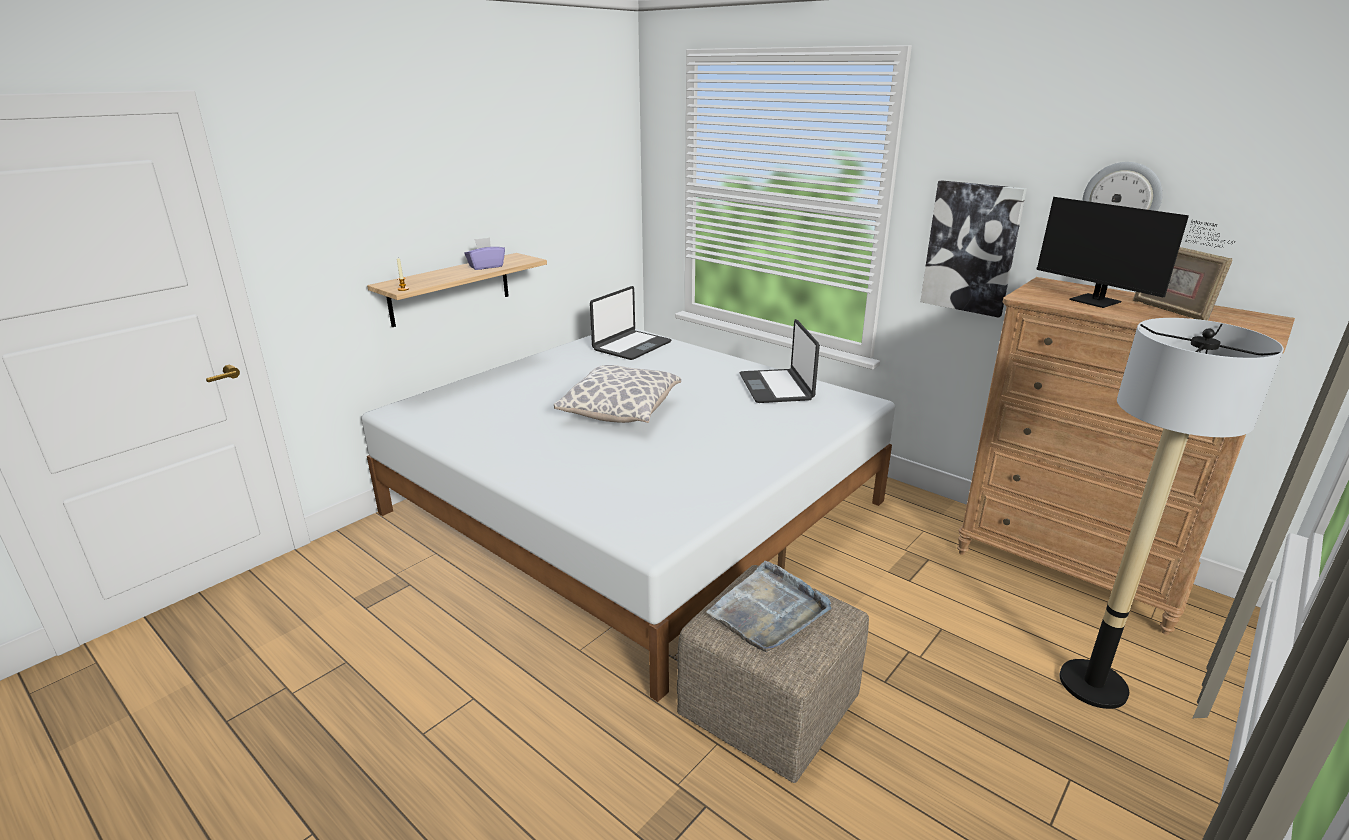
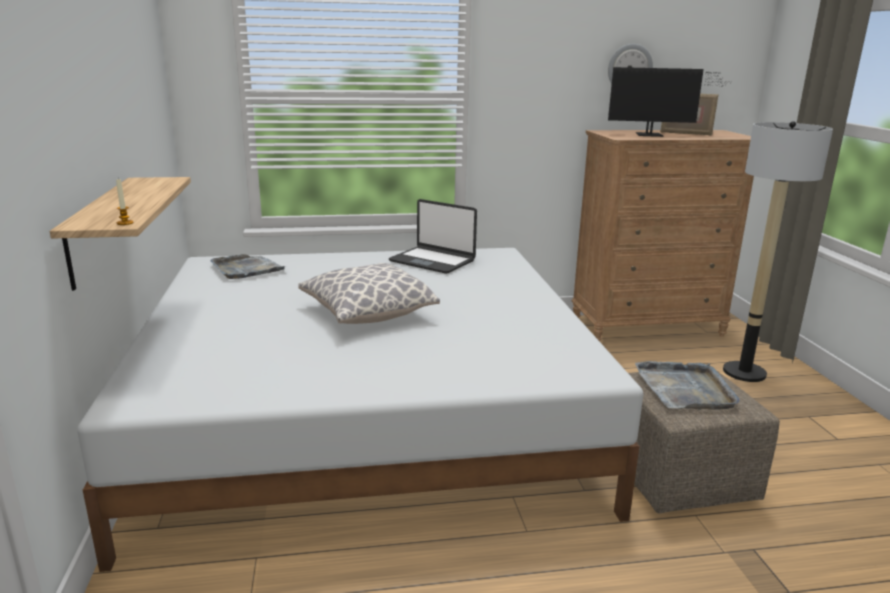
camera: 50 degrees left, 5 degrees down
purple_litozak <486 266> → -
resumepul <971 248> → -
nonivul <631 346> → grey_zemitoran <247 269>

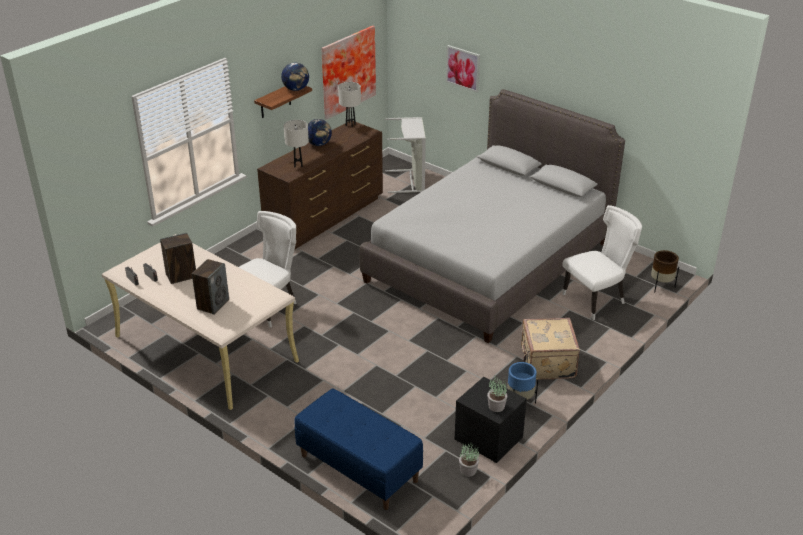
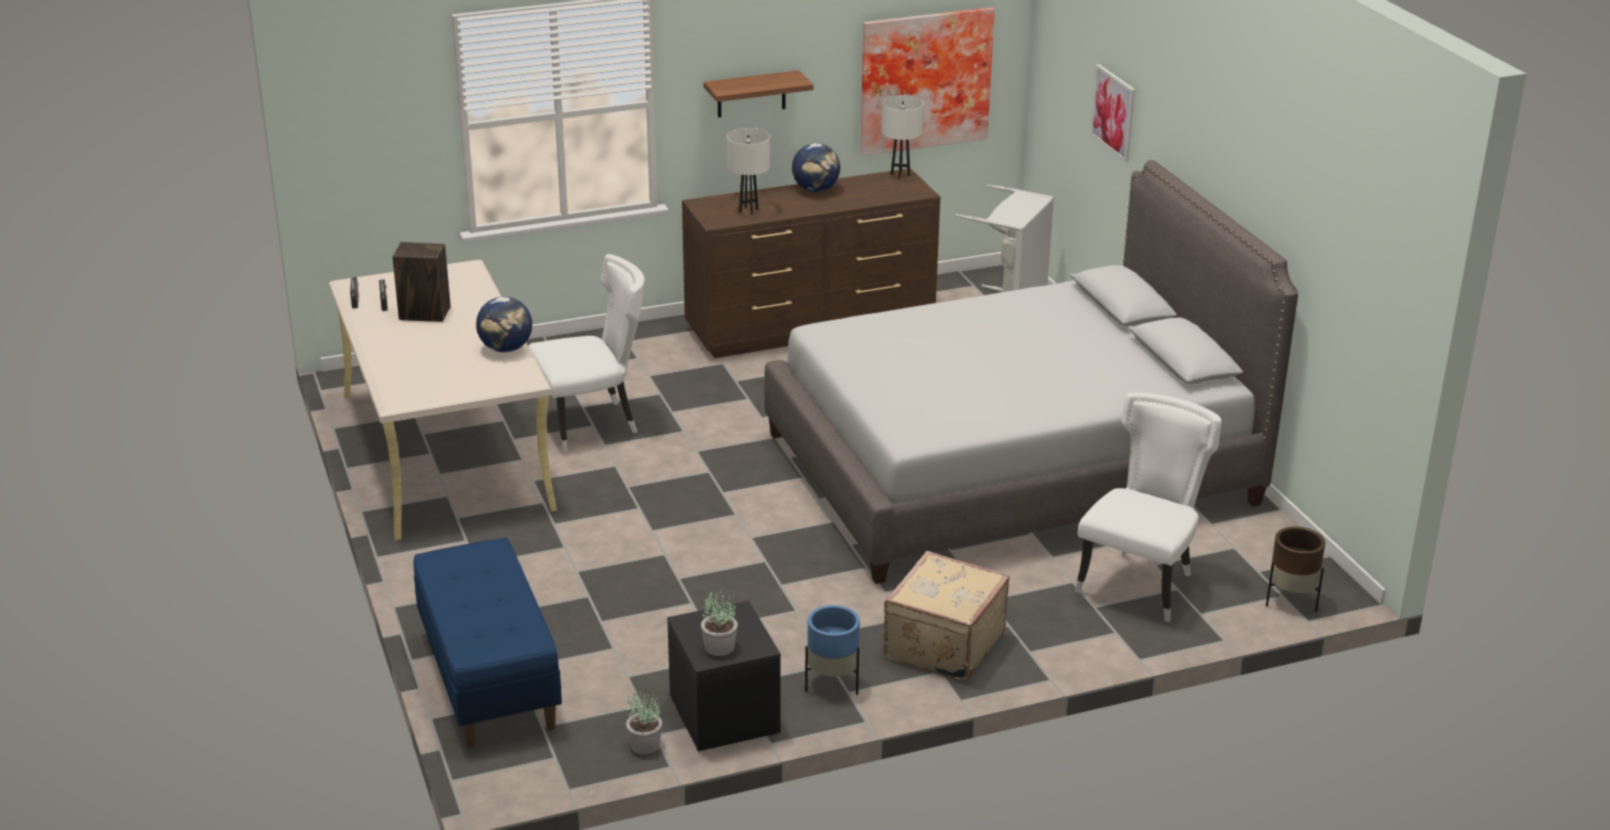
camera: 30 degrees right, 5 degrees down
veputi <213 304> → -
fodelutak <296 89> → fodelutak <506 349>, moved
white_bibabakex <596 300> → white_bibabakex <1141 583>, 60 degrees counterclockwise

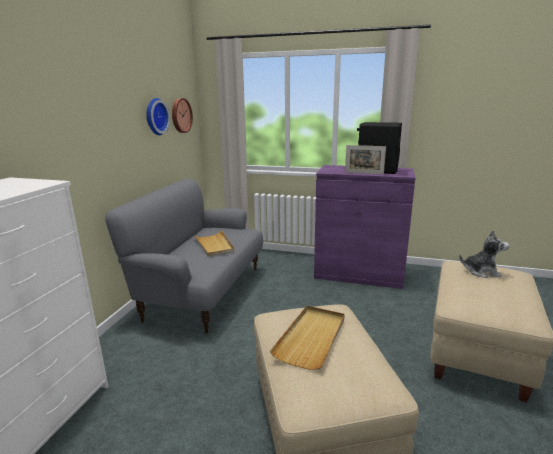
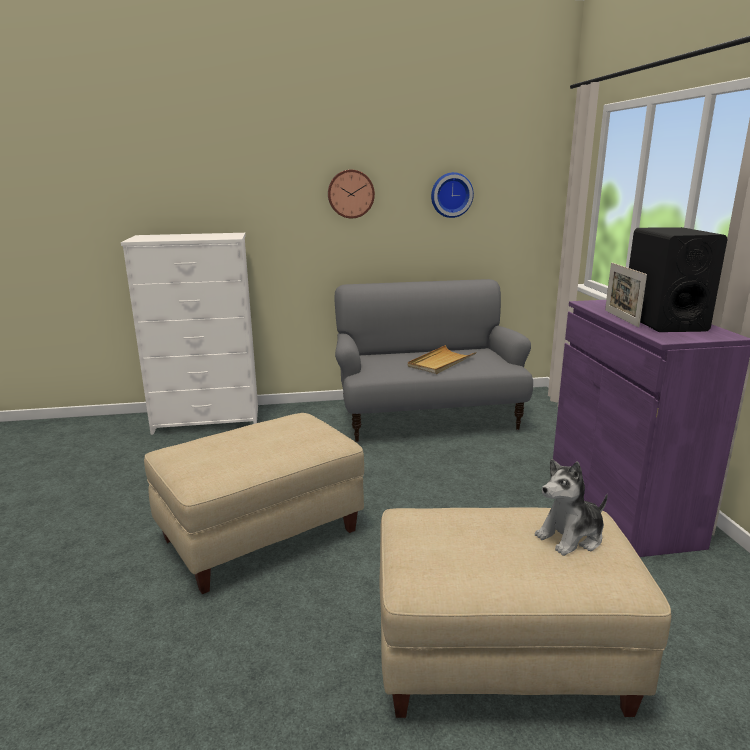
camera: 65 degrees right, 0 degrees up
beige_zemitoran <311 338> → -
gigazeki <180 115> → gigazeki <350 194>, moved
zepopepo <481 271> → zepopepo <571 537>, 75 degrees clockwise

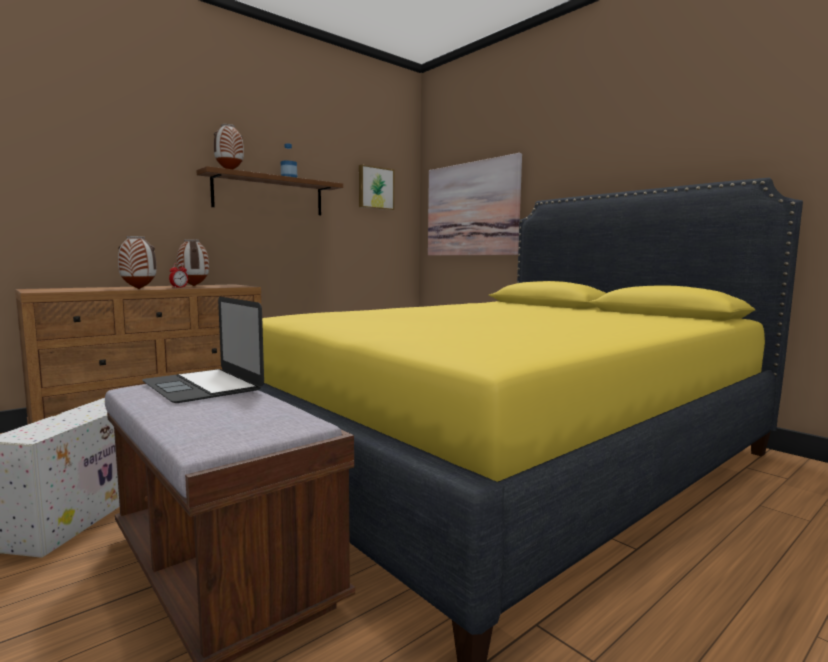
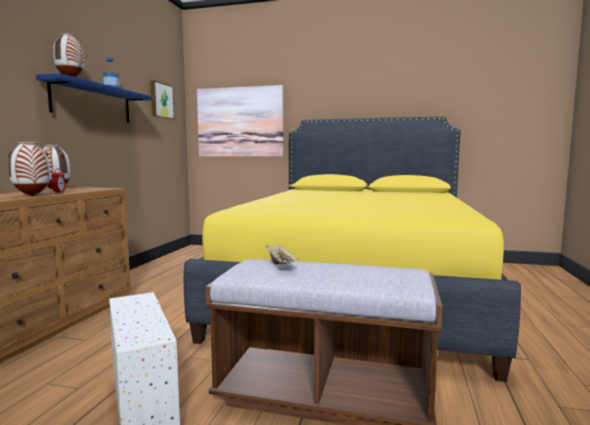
camera: 35 degrees left, 0 degrees up
nonivul <203 385> → beige_zemitoran <281 265>
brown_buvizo <269 195> → blue_buvizo <93 102>

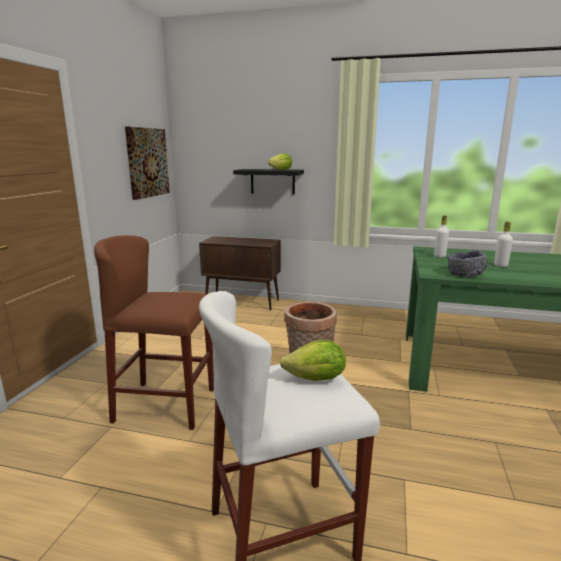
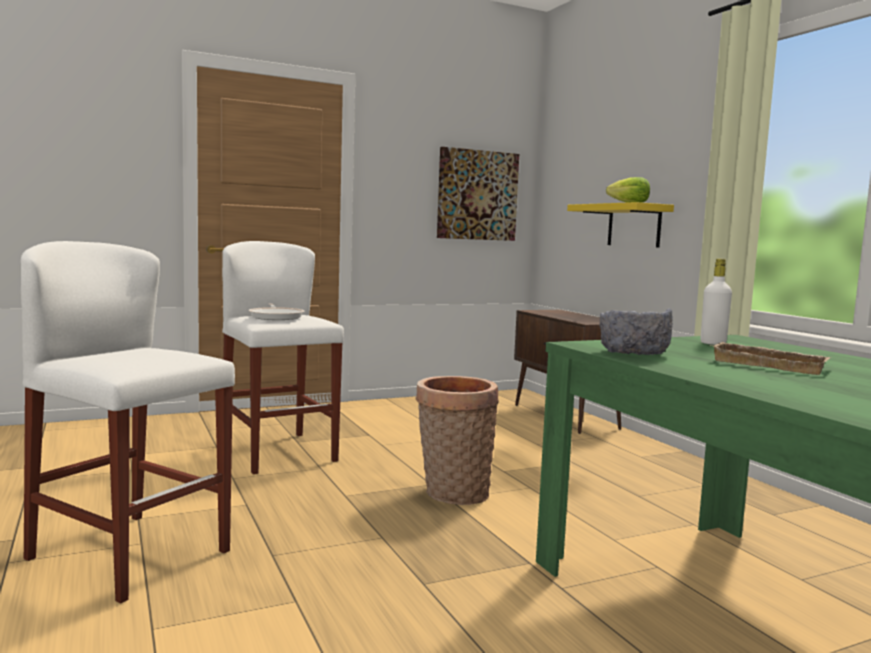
camera: 50 degrees right, 10 degrees down
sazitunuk <316 379> → -
- → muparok <276 316>
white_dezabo <500 265> → beige_zemitoran <770 365>
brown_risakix <165 405> → white_risakix <278 452>
black_buvizo <272 181> → yellow_buvizo <634 226>

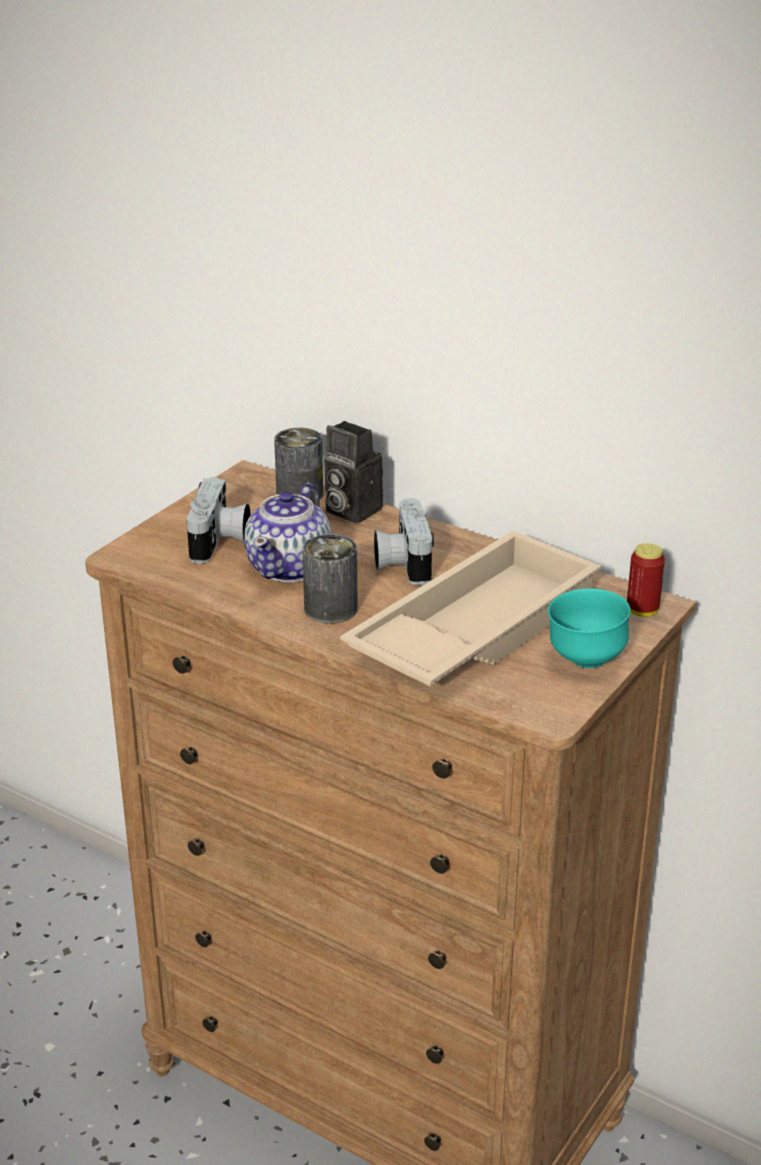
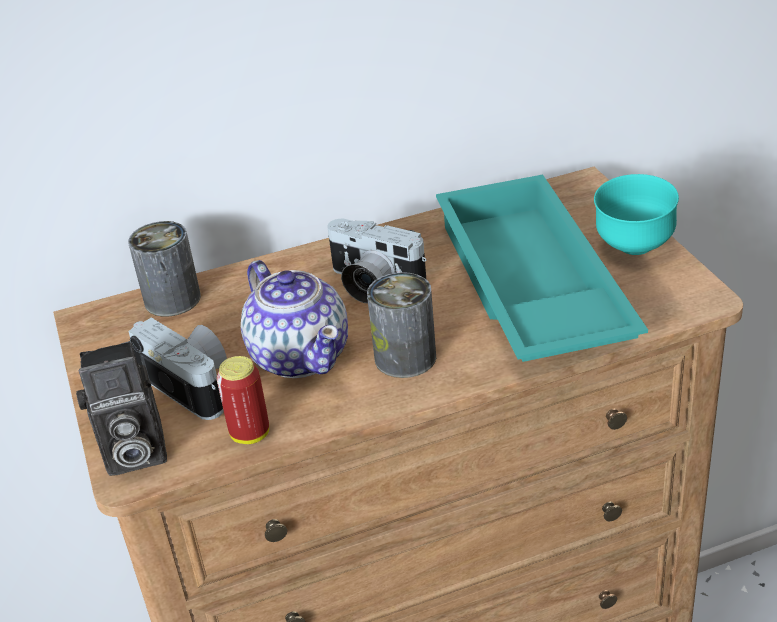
camera: 50 degrees left, 5 degrees up
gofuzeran <349 510> → gofuzeran <132 455>, moved
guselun <642 611> → guselun <250 434>, moved
beige_zemitoran <472 629> → turquoise_zemitoran <526 287>

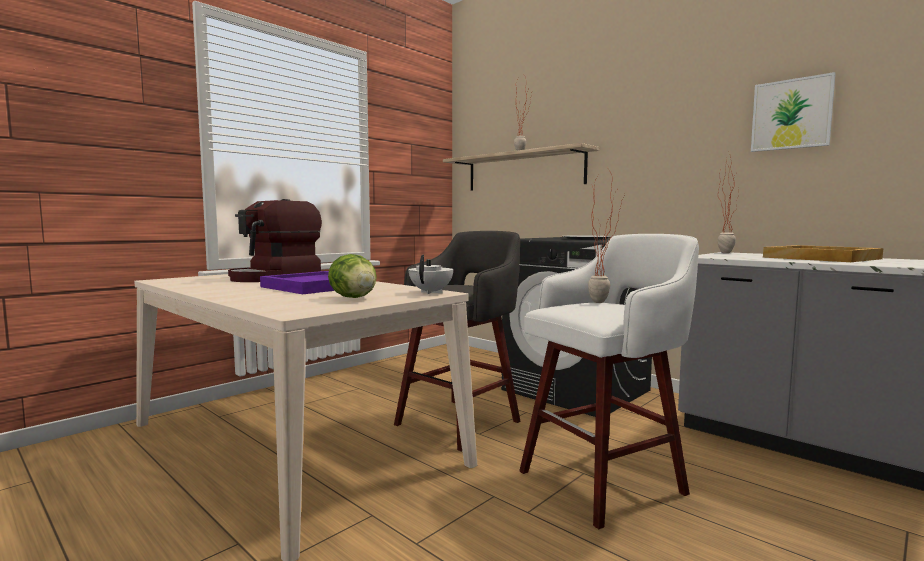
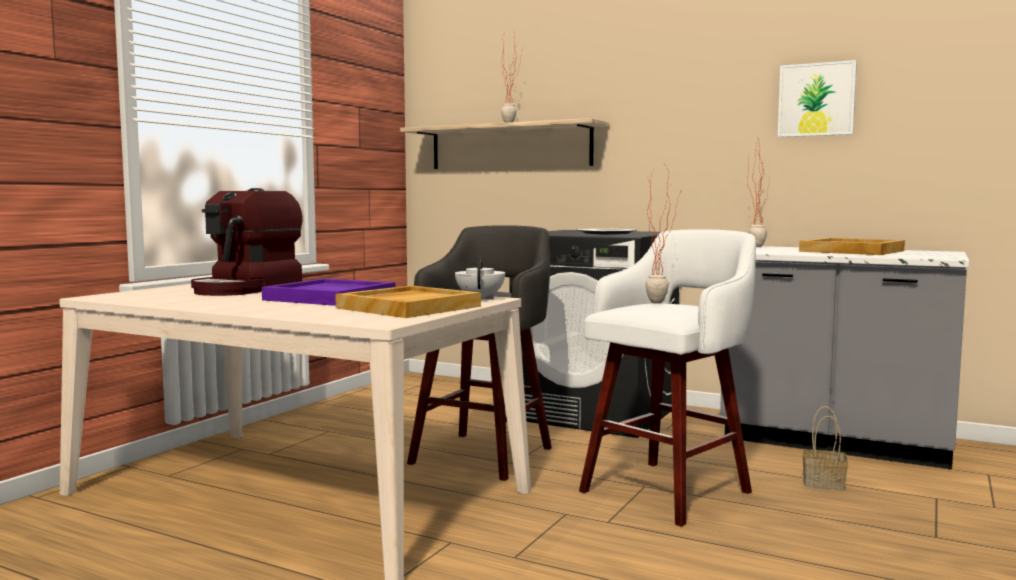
camera: 15 degrees left, 0 degrees up
- → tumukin <825 483>
sazitunuk <354 298> → beige_zemitoran <409 307>

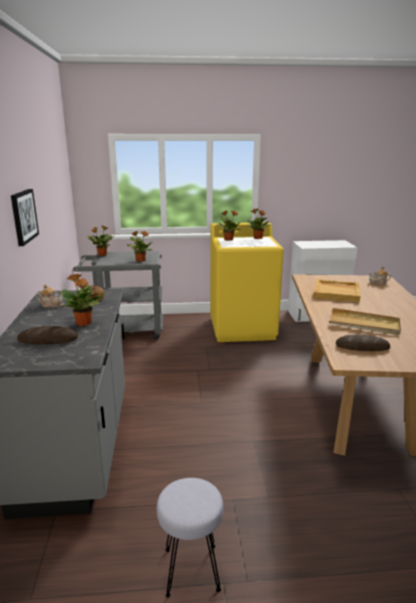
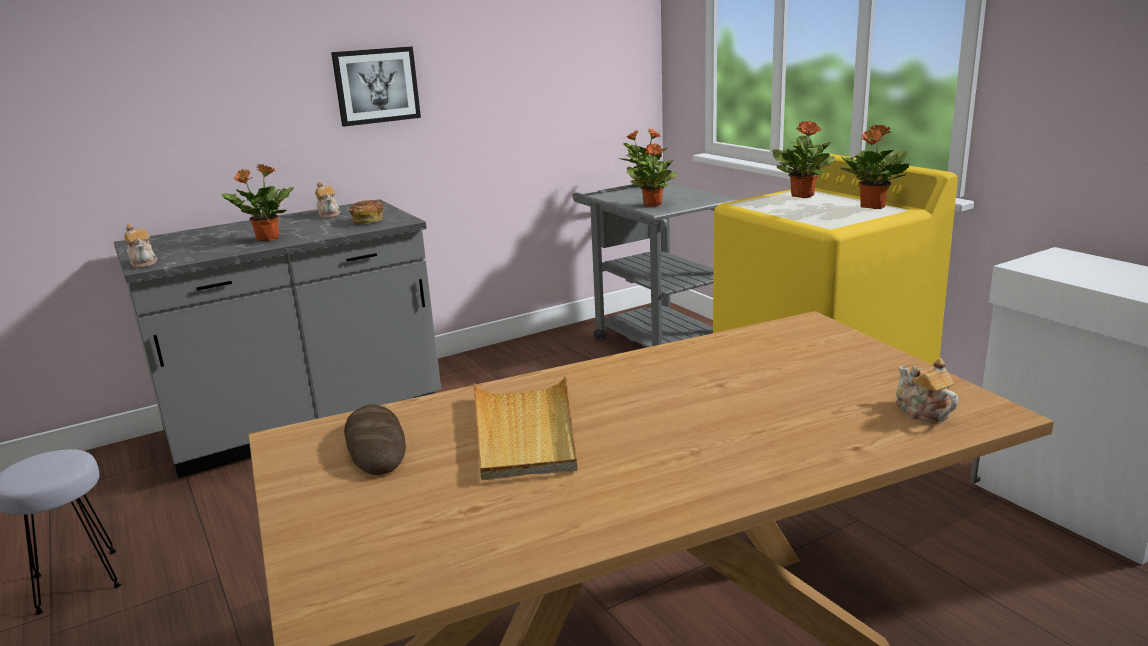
camera: 65 degrees right, 0 degrees up
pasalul <48 340> → -
beige_zemitoran <336 292> → -
- → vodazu <144 263>

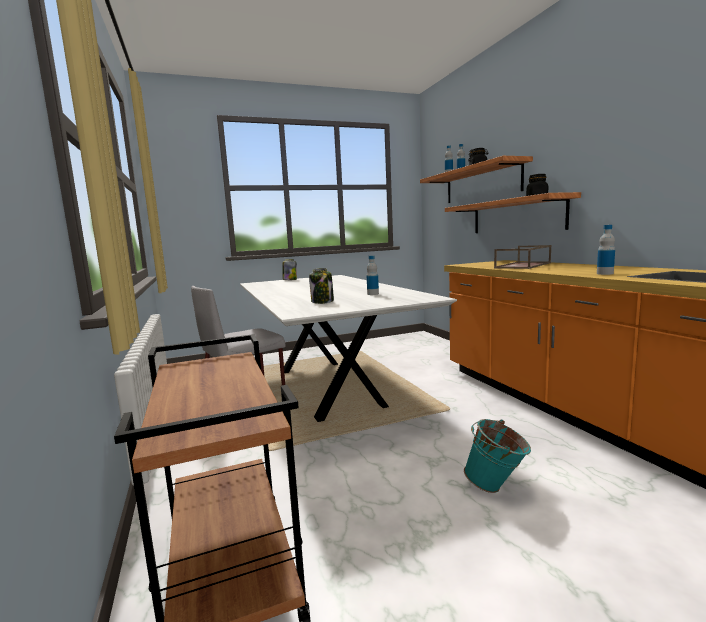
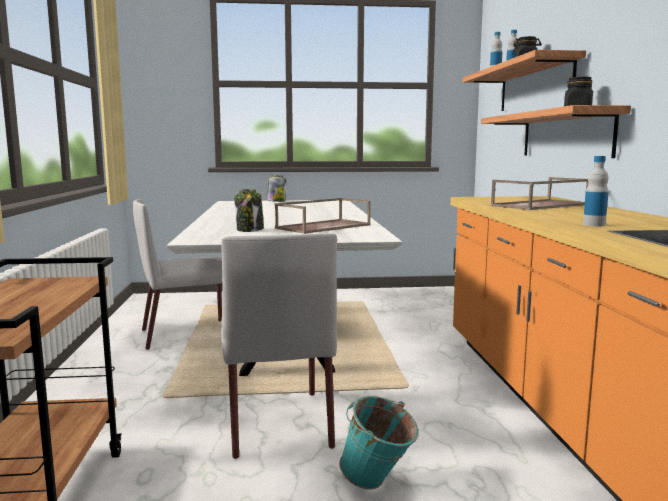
camera: 15 degrees right, 0 degrees up
- → grey_bibabakex <277 421>
dezabo <373 294> → brown_zemitoran <323 226>

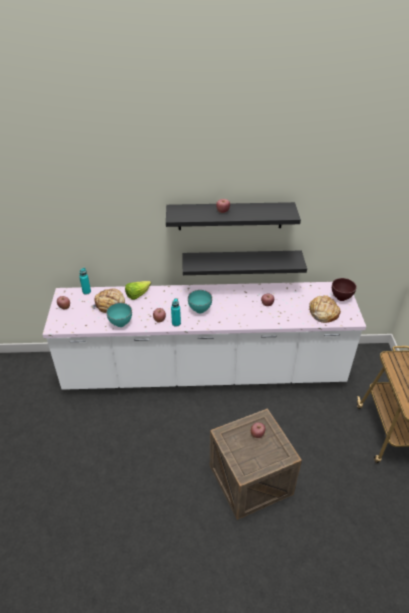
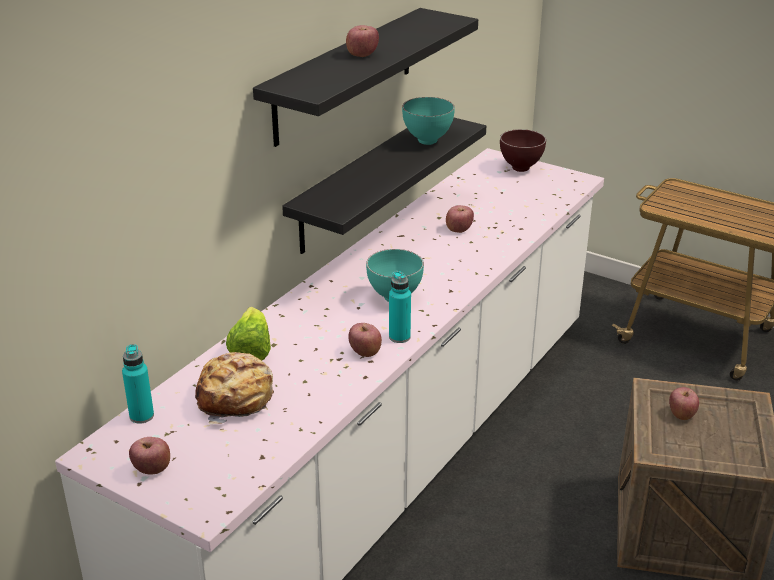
camera: 55 degrees left, 10 degrees down
pasalul <323 313> → -
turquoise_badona <120 324> → turquoise_badona <427 142>, moved

